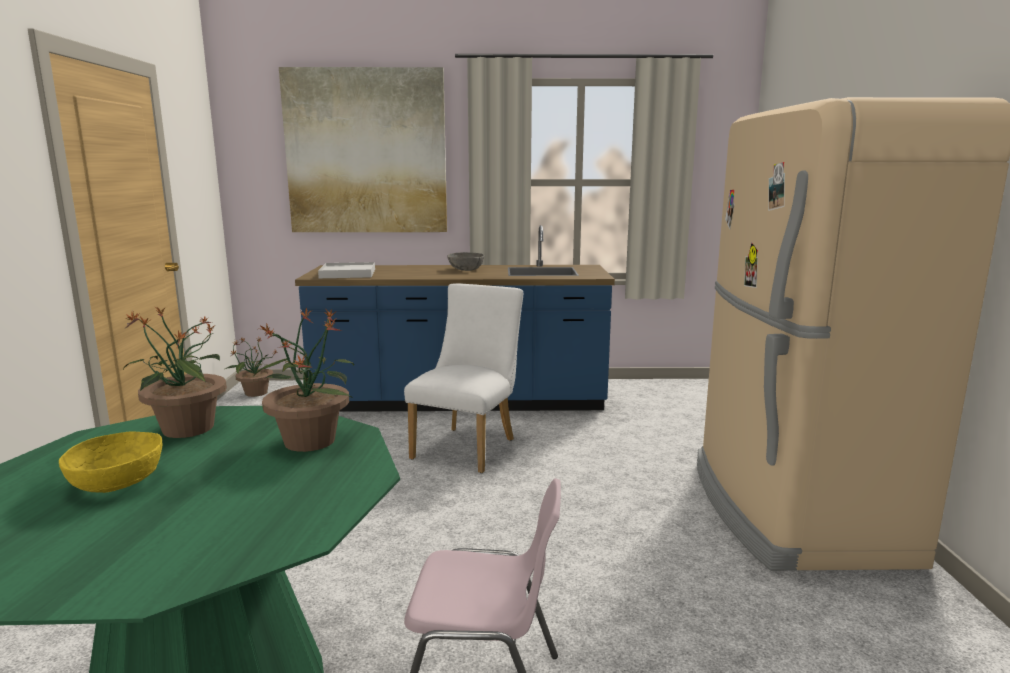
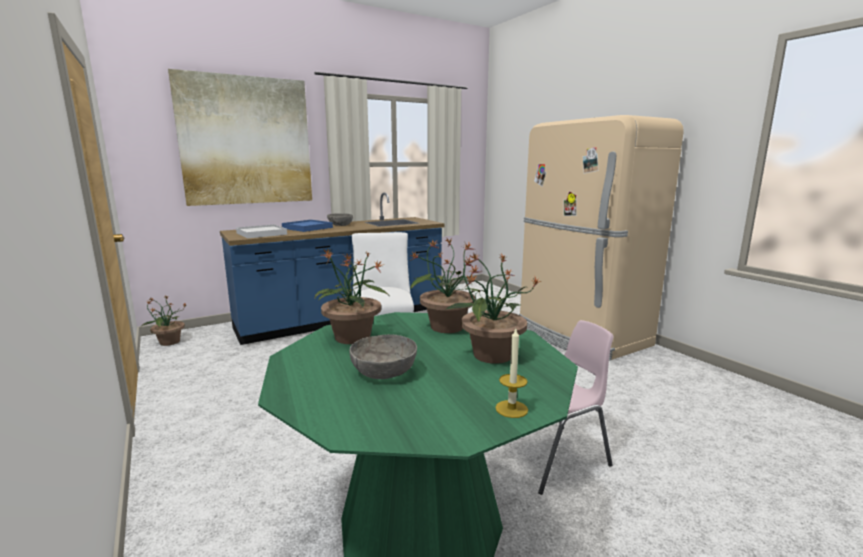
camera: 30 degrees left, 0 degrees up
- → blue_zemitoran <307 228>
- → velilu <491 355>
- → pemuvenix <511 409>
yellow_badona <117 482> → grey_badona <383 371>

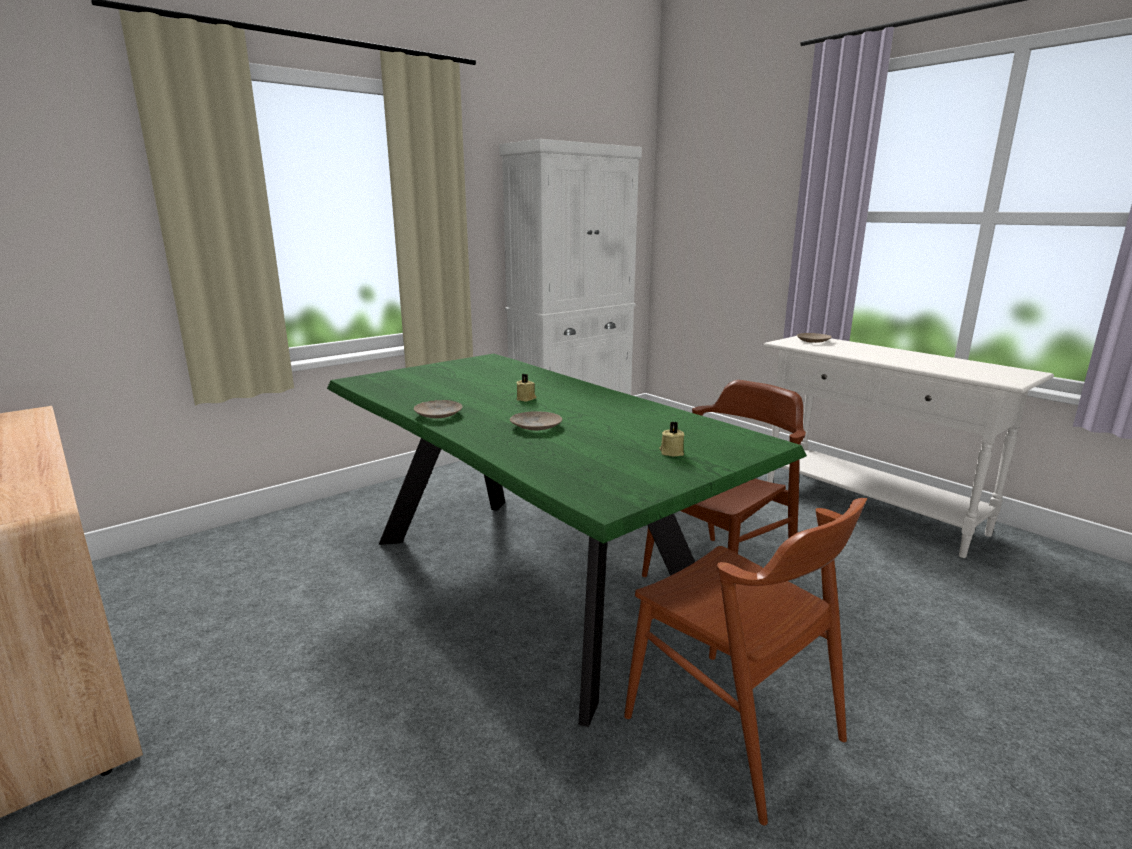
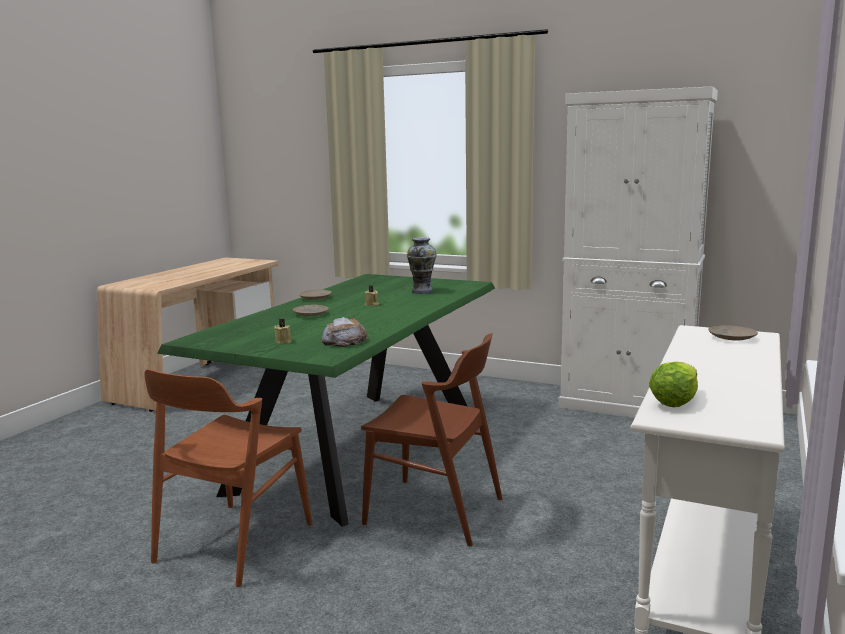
camera: 65 degrees right, 5 degrees down
- → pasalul <344 340>
- → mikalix <421 291>
- → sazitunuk <677 399>

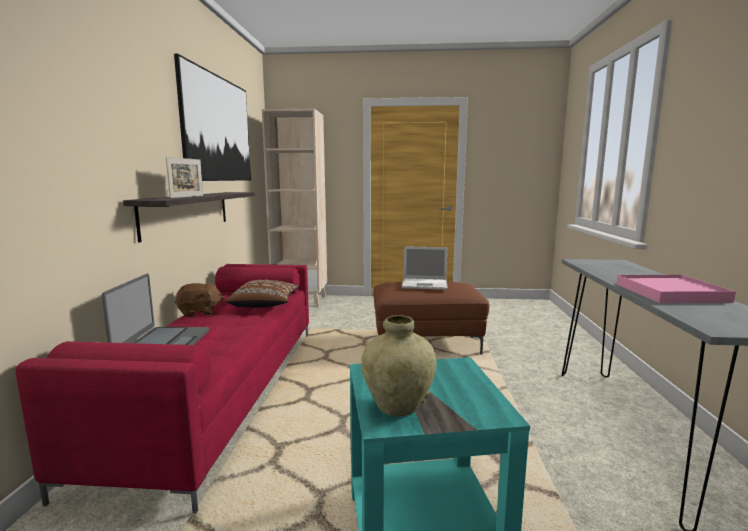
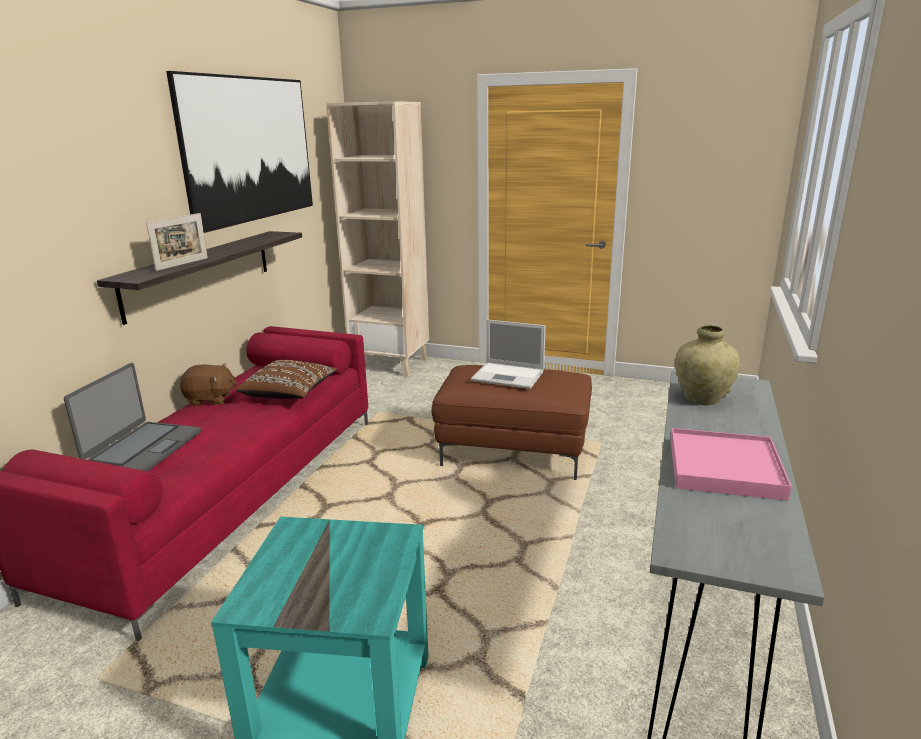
camera: 15 degrees right, 10 degrees up
beige_mikalix <397 406> → beige_mikalix <702 399>, moved

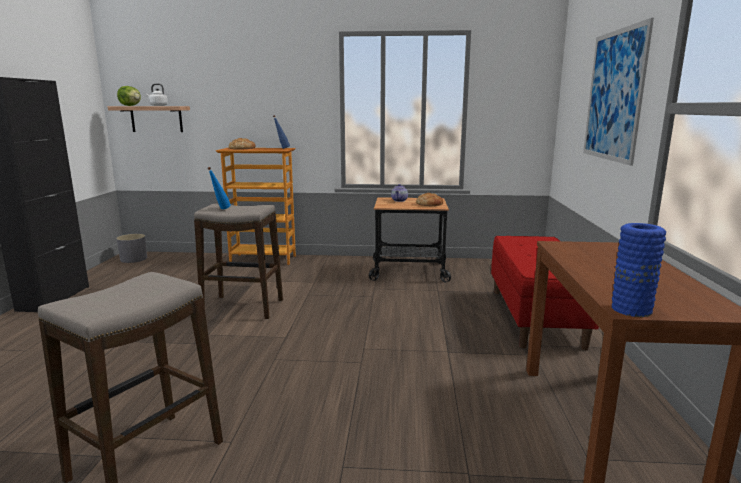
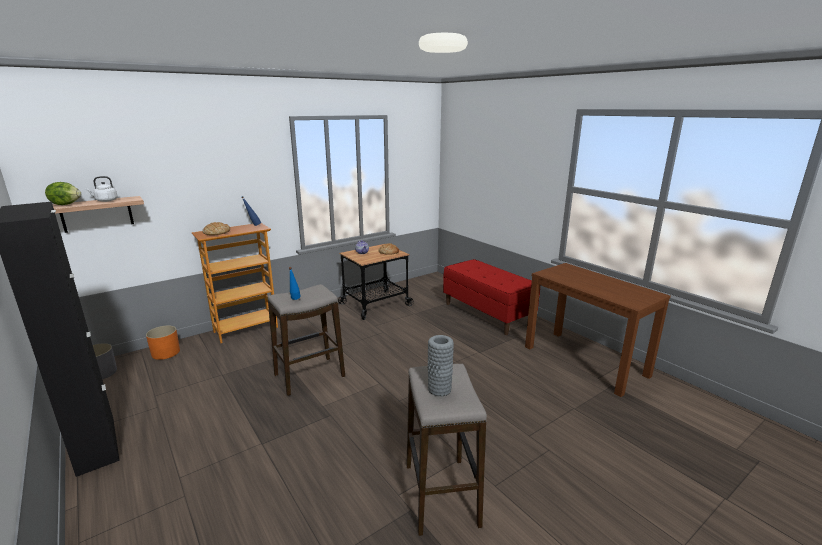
camera: 40 degrees left, 5 degrees up
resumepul <614 95> → -
blue_mikalix <631 309> → -
- → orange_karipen <165 353>
- → grey_mikalix <439 389>

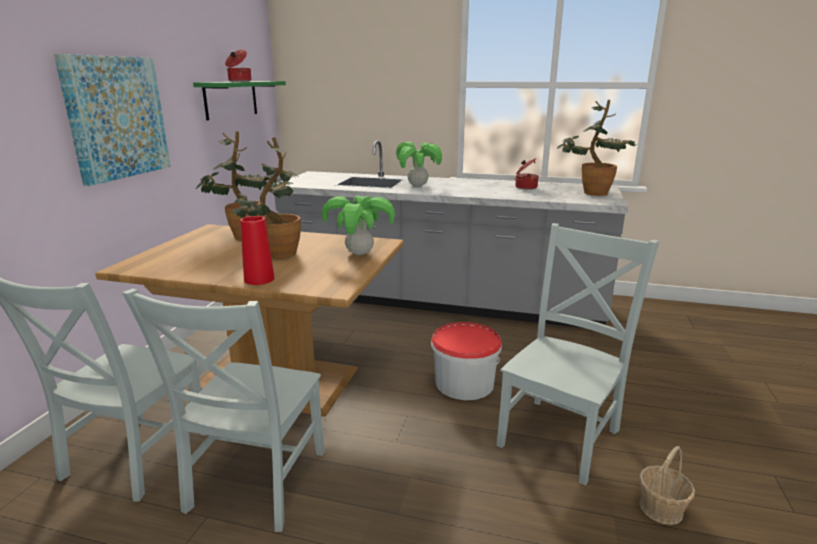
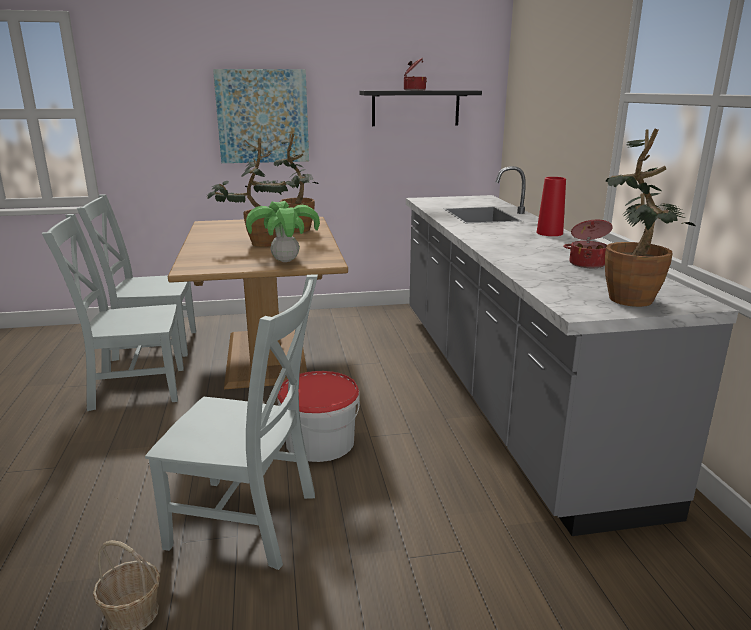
camera: 65 degrees right, 0 degrees up
velilu <417 185> → -
red_mikalix <259 279> → red_mikalix <549 233>, moved
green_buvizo <231 99> → black_buvizo <415 108>

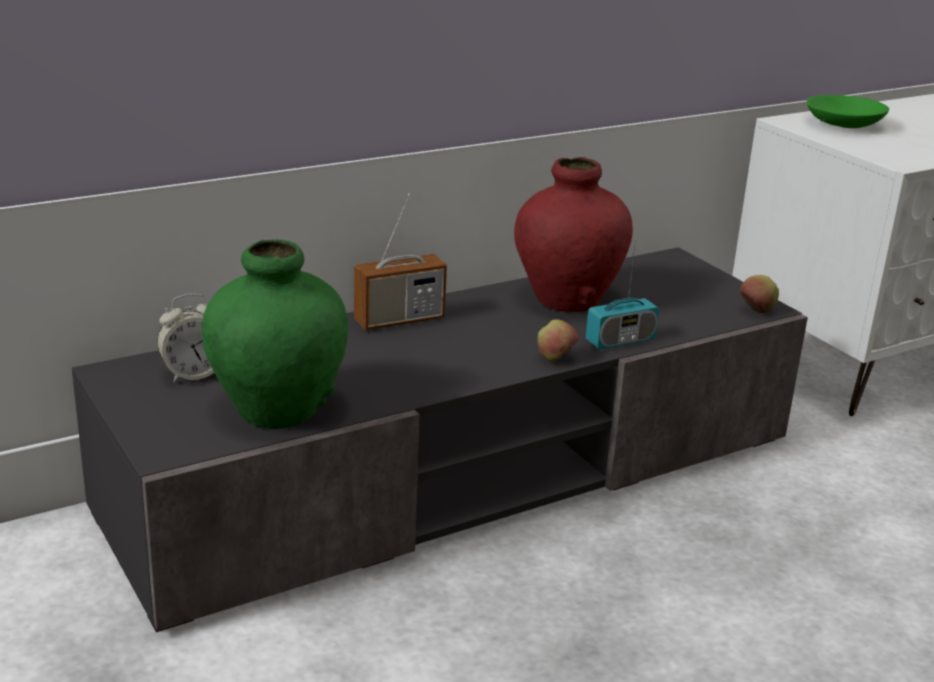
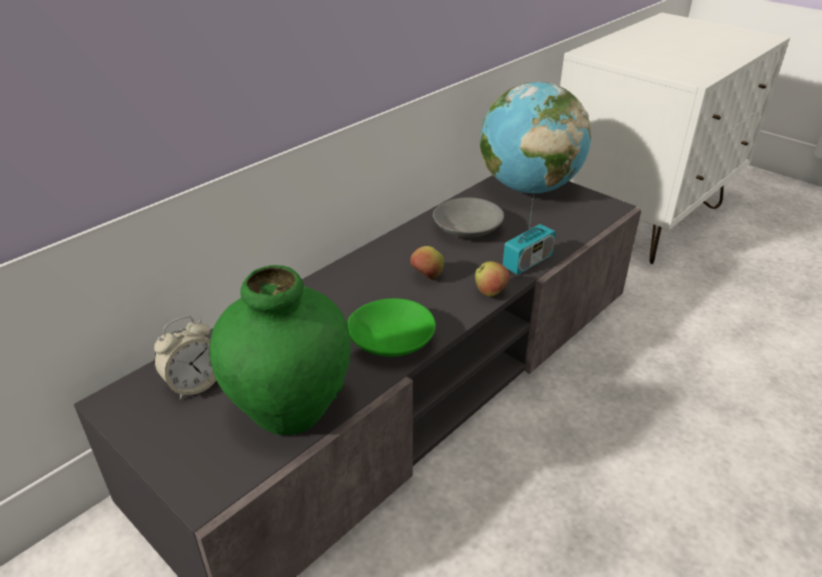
camera: 15 degrees left, 10 degrees up
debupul <399 320> → -
- → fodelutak <528 188>
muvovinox <756 311> → muvovinox <427 277>, moved
green_badona <842 124> → green_badona <390 341>, moved
red_mikalix <567 300> → grey_badona <466 229>

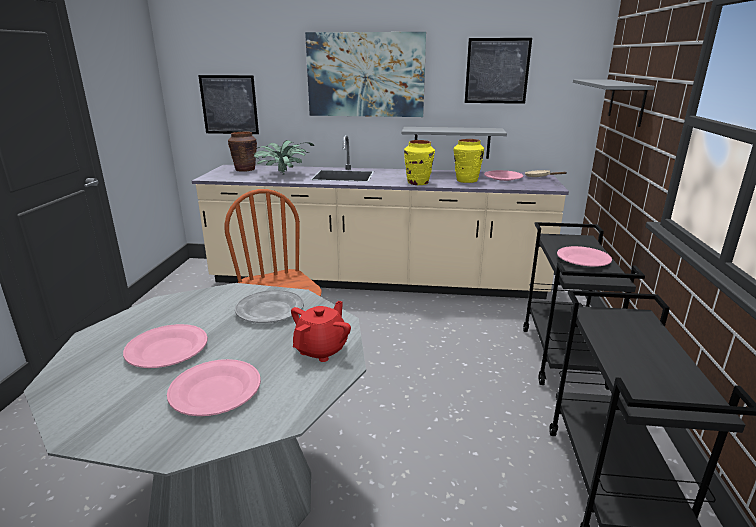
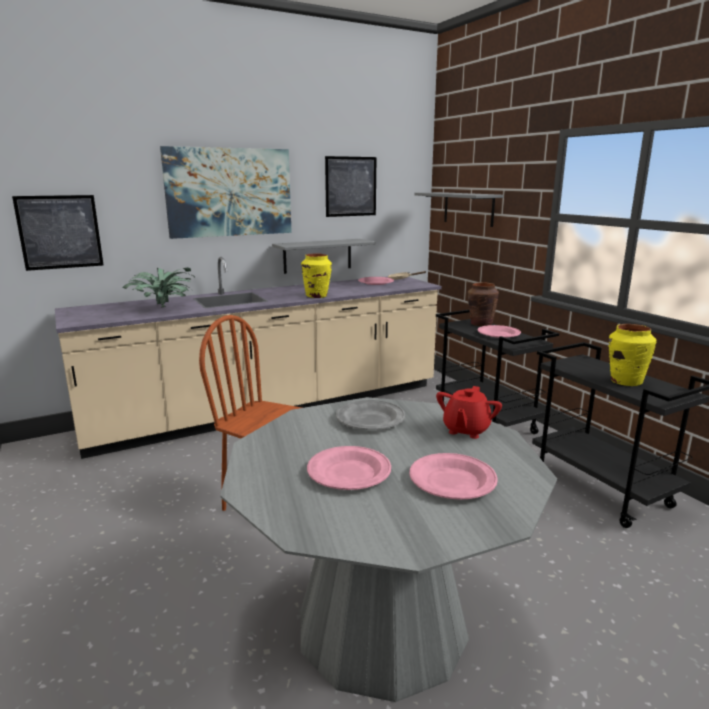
camera: 35 degrees left, 5 degrees down
brown_mikalix <245 170> → brown_mikalix <481 324>, moved
yellow_mikalix <466 181> → yellow_mikalix <625 381>, moved
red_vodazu <321 350> → red_vodazu <466 430>, 150 degrees counterclockwise

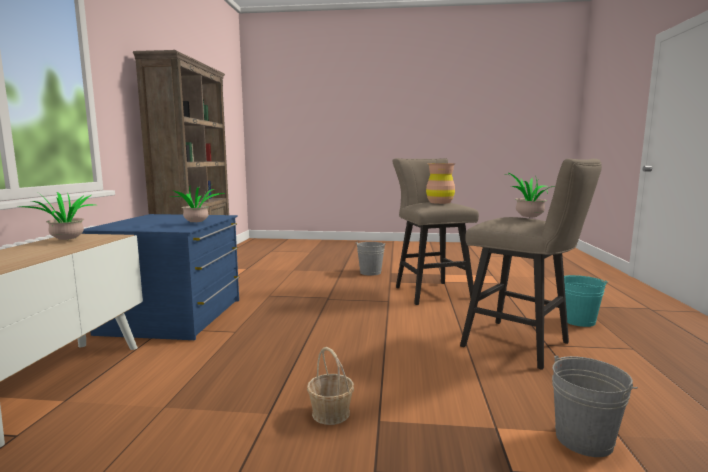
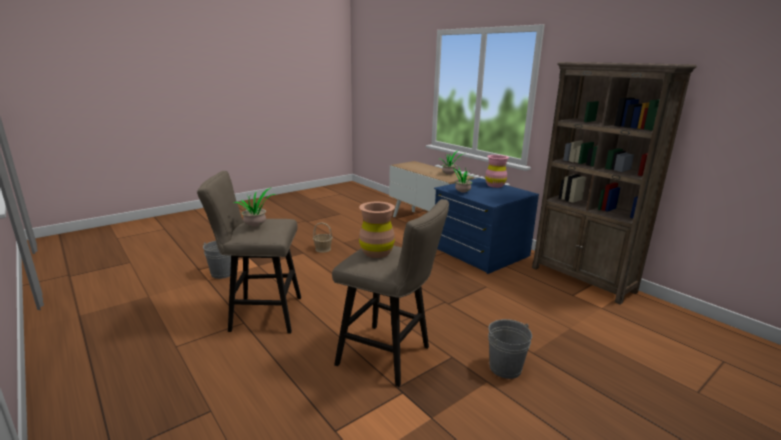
camera: 135 degrees right, 10 degrees up
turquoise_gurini <578 321> → -
- → pink_mikalix <495 185>

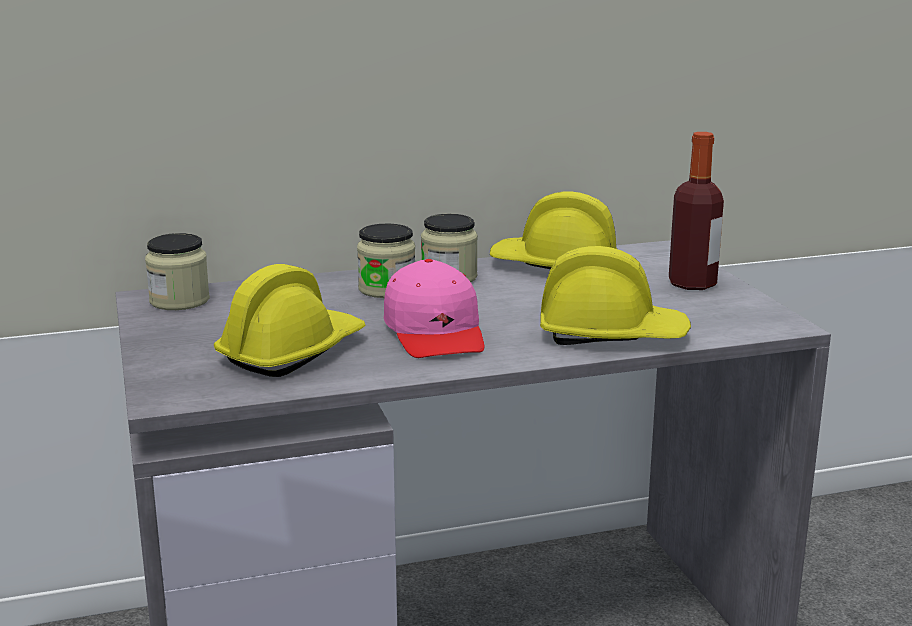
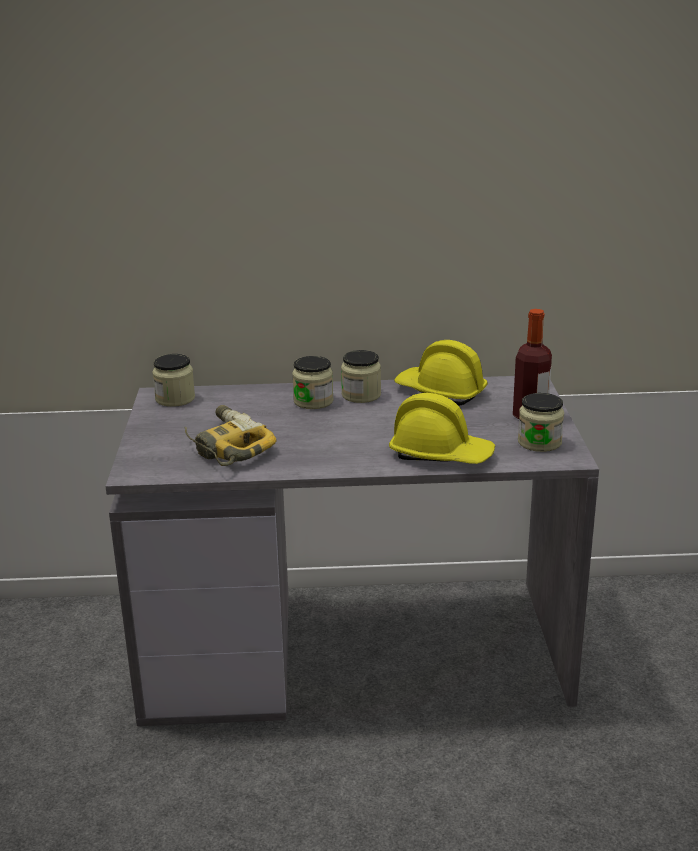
camera: 15 degrees right, 5 degrees up
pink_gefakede <435 332> → -
- → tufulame <539 442>
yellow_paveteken <292 352> → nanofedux <224 447>

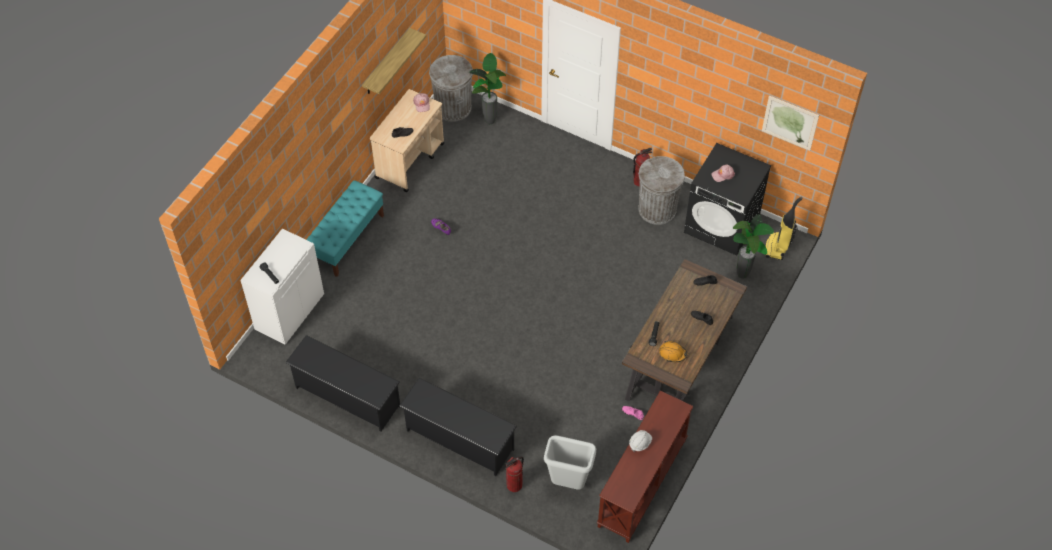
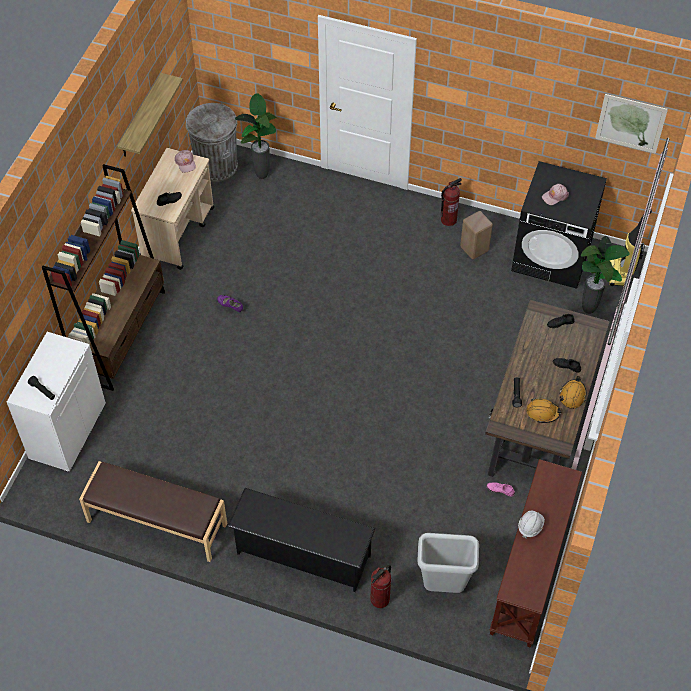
camera: 10 degrees left, 0 degrees up
- → orange_paveteken <572 395>
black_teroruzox <347 397> → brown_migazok <156 523>
turquoise_migazok <347 239> → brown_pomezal <121 334>
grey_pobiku <657 209> → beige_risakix <475 249>

